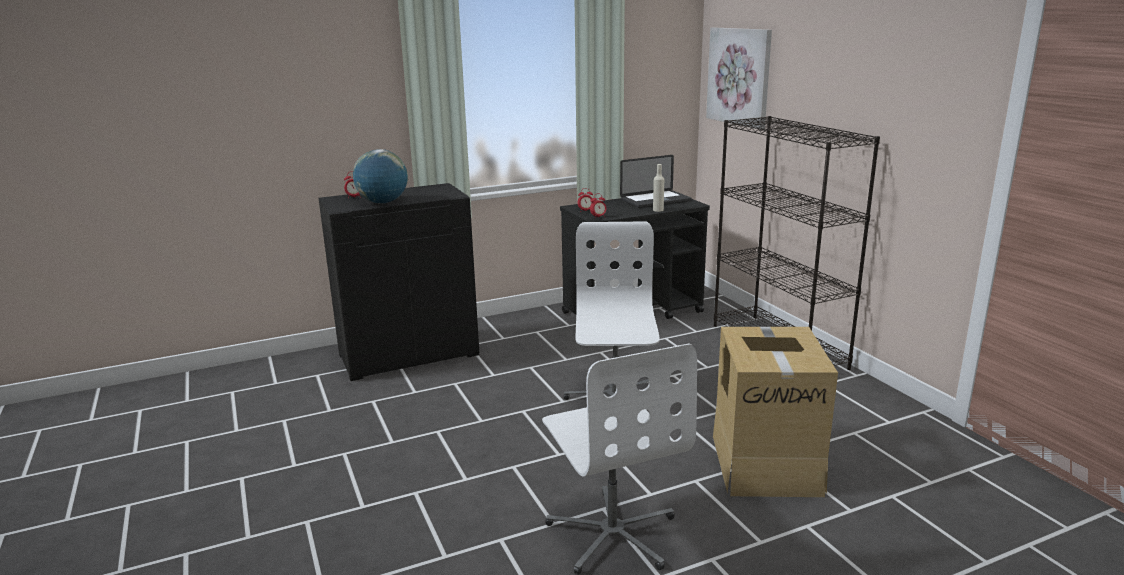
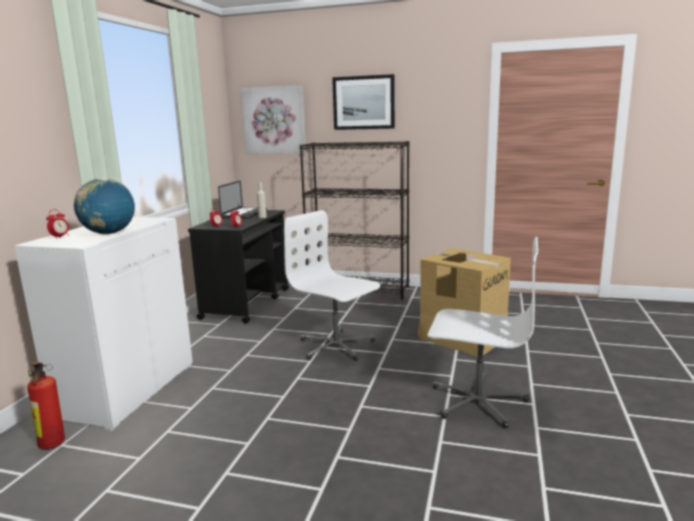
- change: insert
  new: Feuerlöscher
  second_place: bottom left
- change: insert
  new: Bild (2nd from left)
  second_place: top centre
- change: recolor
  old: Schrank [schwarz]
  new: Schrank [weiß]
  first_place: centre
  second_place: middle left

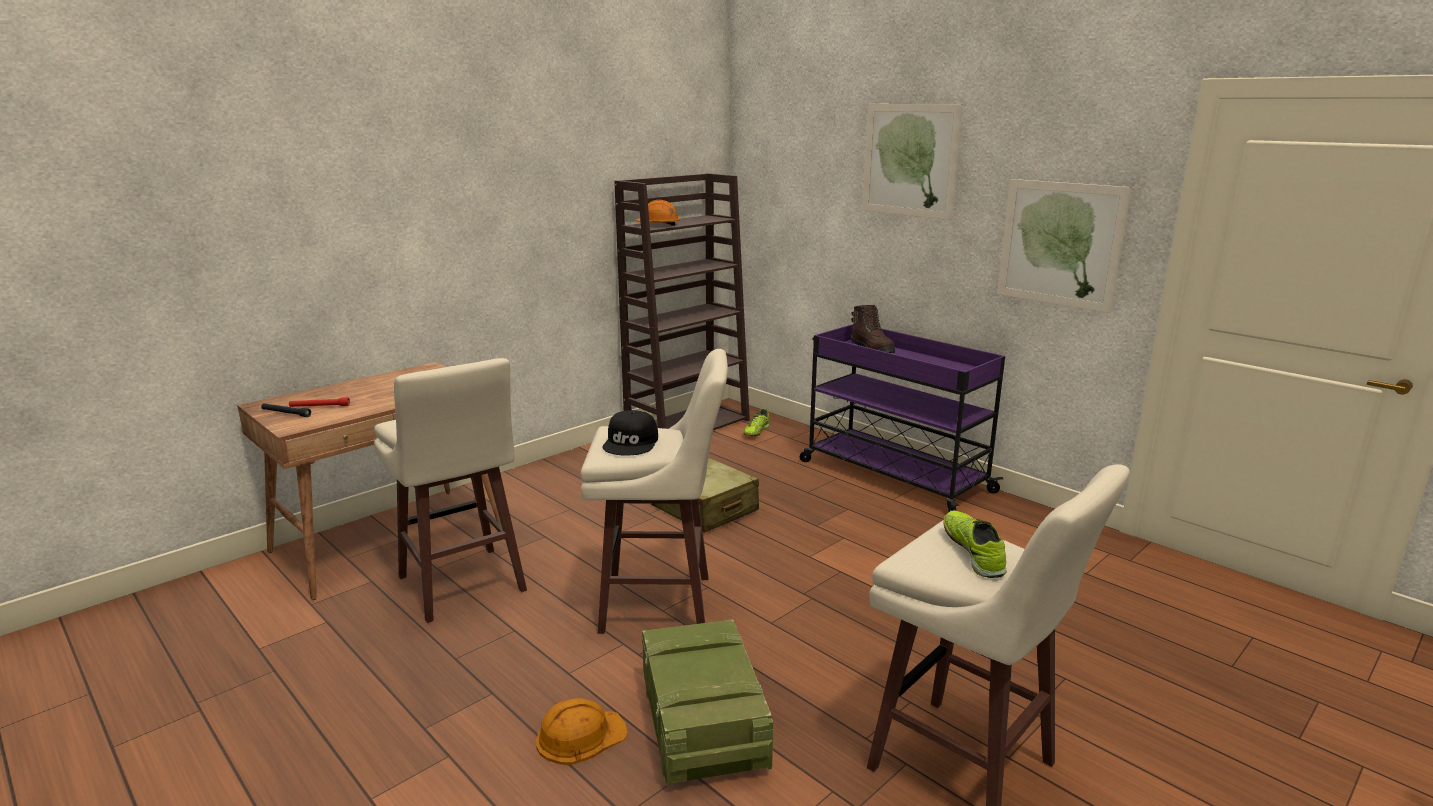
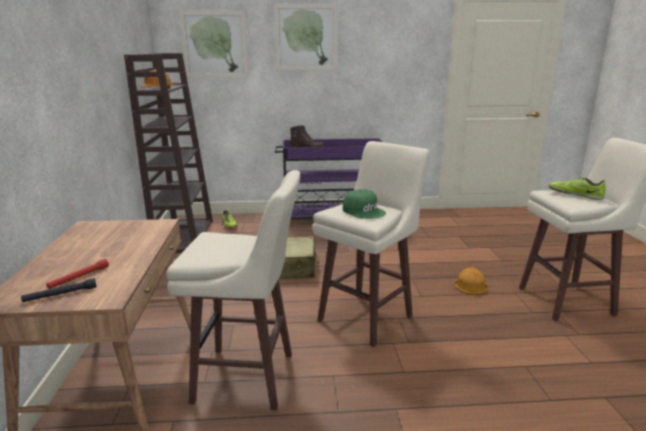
- change: delete
  old: Kiste
  first_place: bottom centre
- change: move
  old: Schutzhelm [orange] (1st from left in the first image)
  new: Schutzhelm [orange] (2nd from left)
  first_place: bottom centre
  second_place: middle right
- change: move
  old: Bild (2nd from left in the first image)
  new: Bild (1st from left)
  first_place: top right
  second_place: top left
- change: recolor
  old: Kappe [schwarz]
  new: Kappe [grün]
  first_place: centre
  second_place: centre

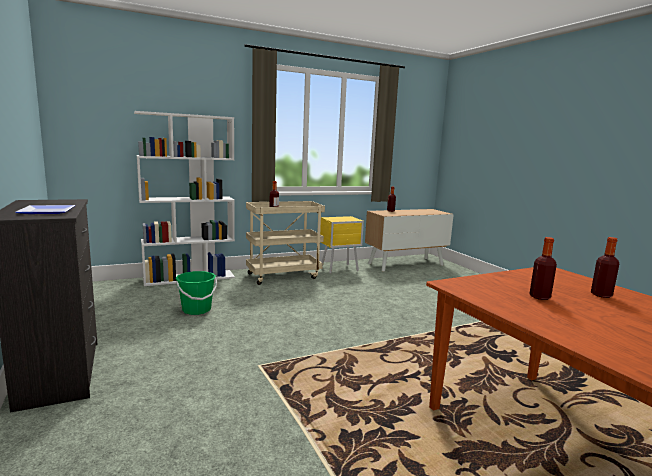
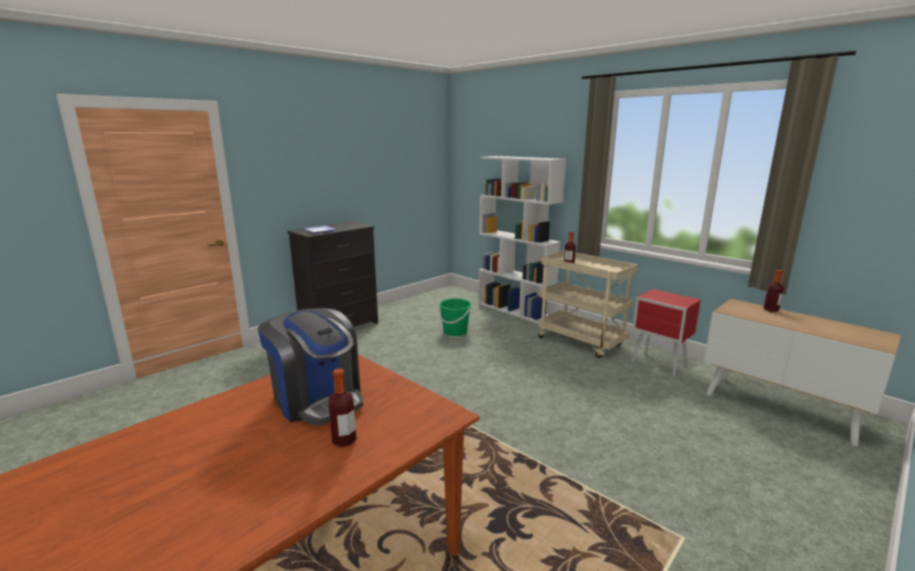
- change: replace
  old: Flasche (3rd from left)
  new: Kaffeemaschine
  first_place: middle right
  second_place: centre
- change: recolor
  old: Nachttisch [gelb]
  new: Nachttisch [rot]
  first_place: centre
  second_place: middle right

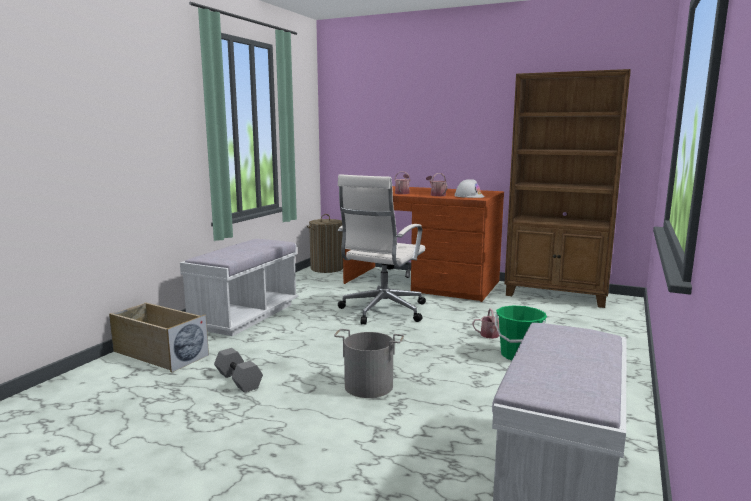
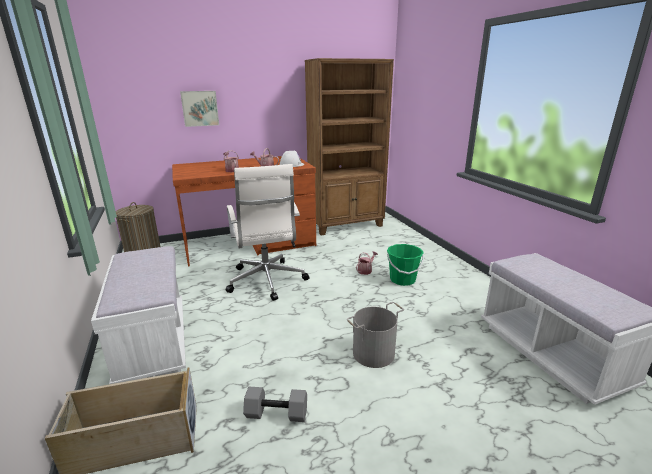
- change: insert
  new: Bild
  second_place: top left

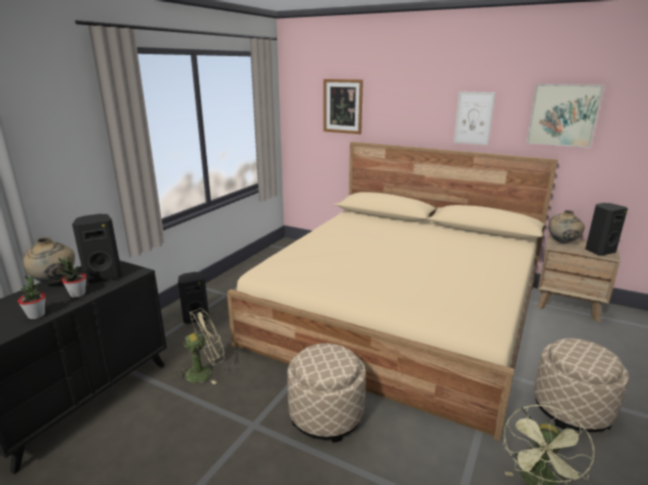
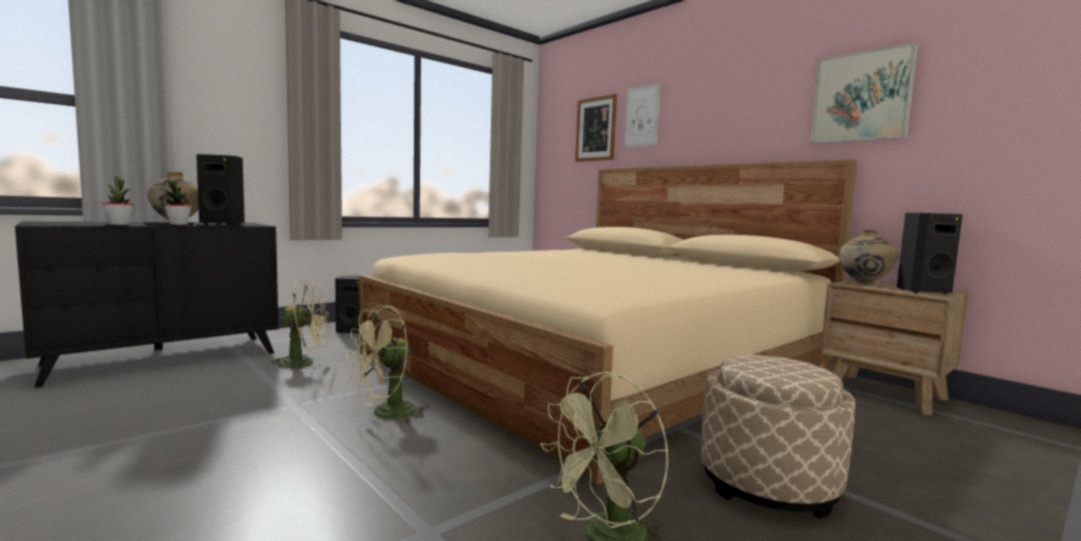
- change: move
  old: Bild (2nd from left)
  first_place: top right
  second_place: top centre
- change: replace
  old: Polsterhocker [beige] (1st from left)
  new: Ventilator [beige] (2nd from left)
  first_place: bottom centre
  second_place: bottom centre

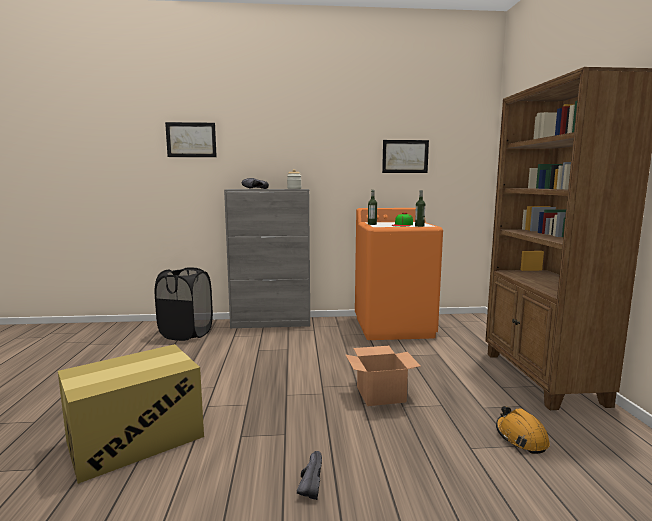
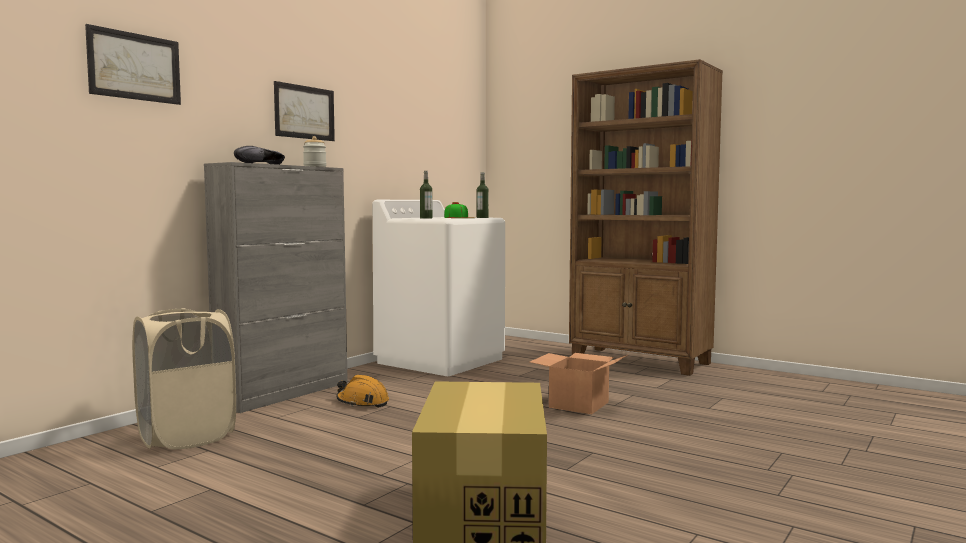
- change: delete
  old: Schuh [schwarz] (2nd from left)
  first_place: bottom centre
- change: move
  old: Bild (2nd from left)
  first_place: top centre
  second_place: top left
- change: move
  old: Schutzhelm [orange]
  first_place: bottom right
  second_place: bottom centre
- change: recolor
  old: Wäschekorb [schwarz]
  new: Wäschekorb [beige]
  first_place: middle left
  second_place: bottom left
- change: recolor
  old: Waschmaschine [orange]
  new: Waschmaschine [weiß]
  first_place: centre
  second_place: centre

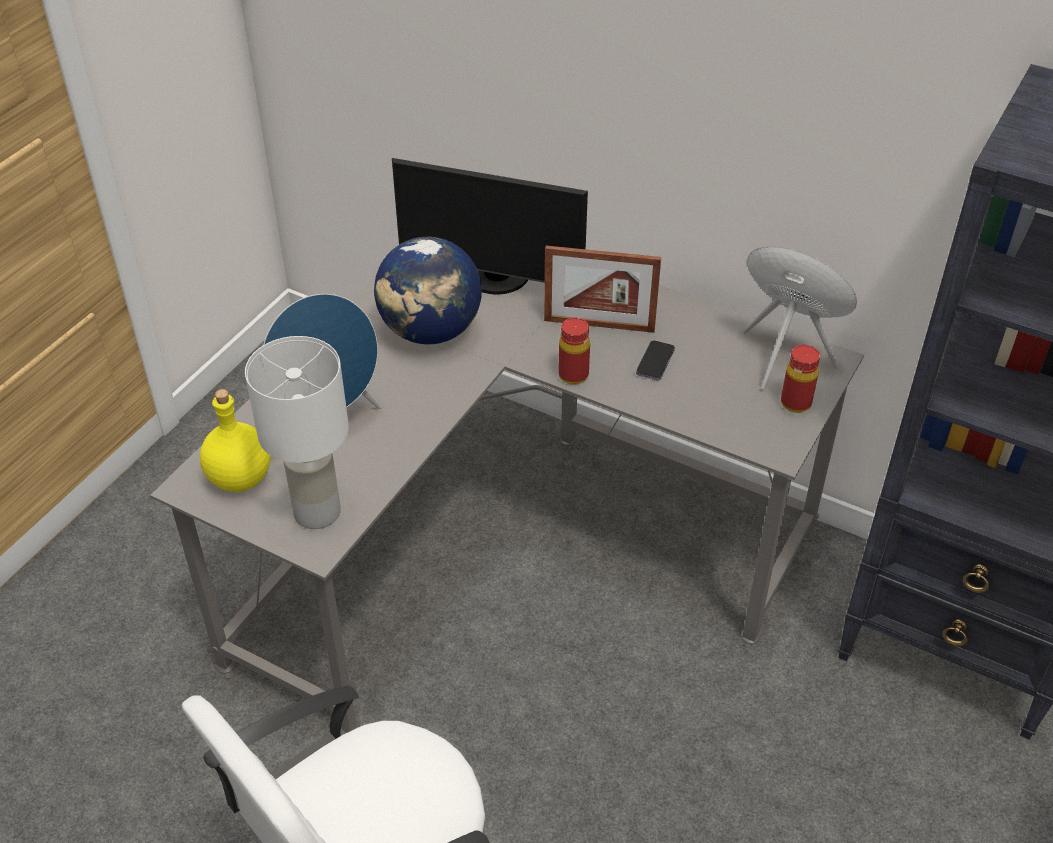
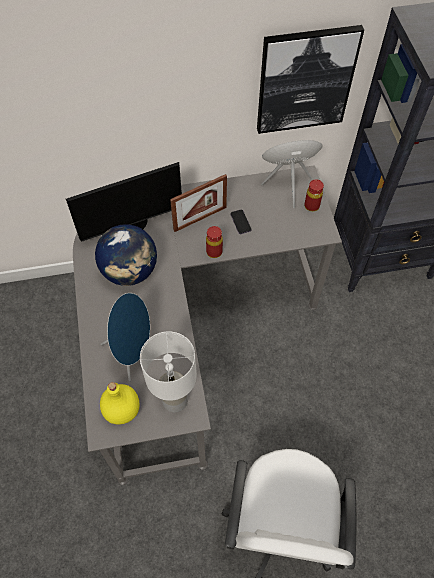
- change: insert
  new: Bild
  second_place: top right

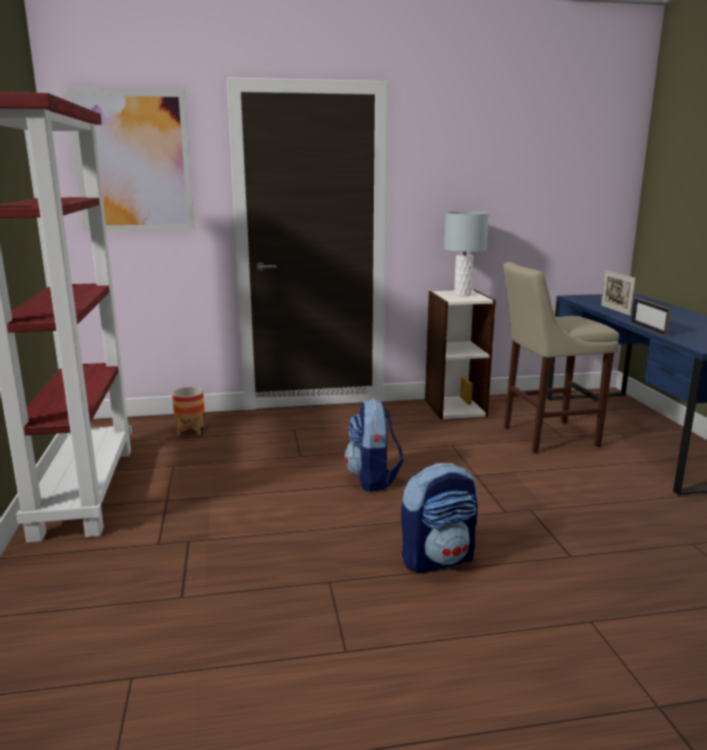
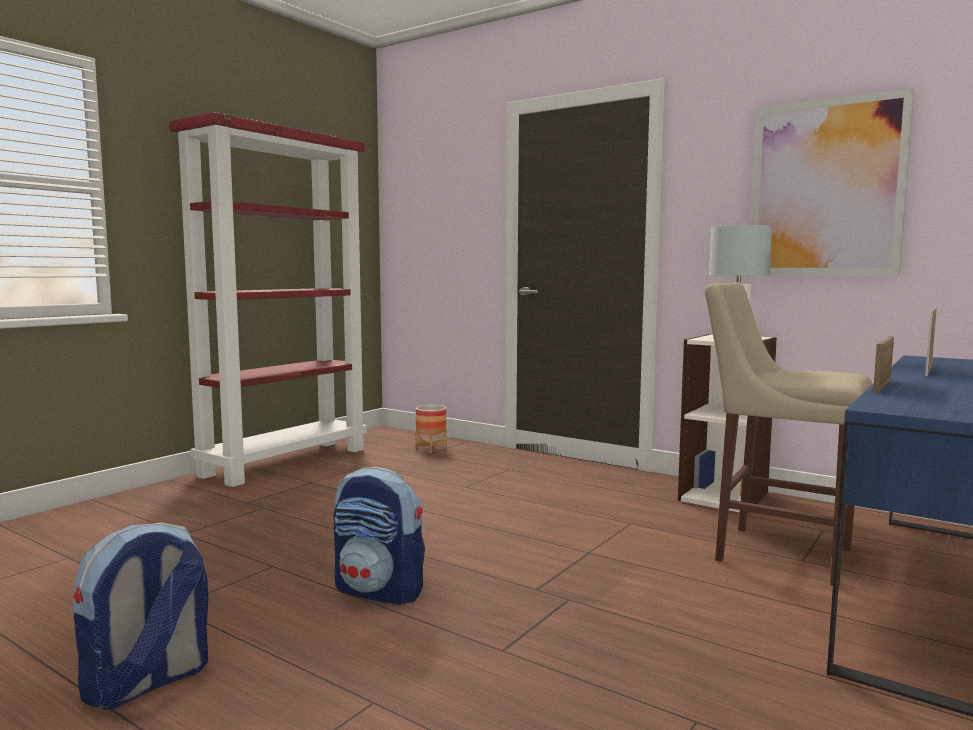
- change: move
  old: Bild
  first_place: top left
  second_place: top right
- change: move
  old: Rucksack (1st from left)
  first_place: centre
  second_place: bottom left

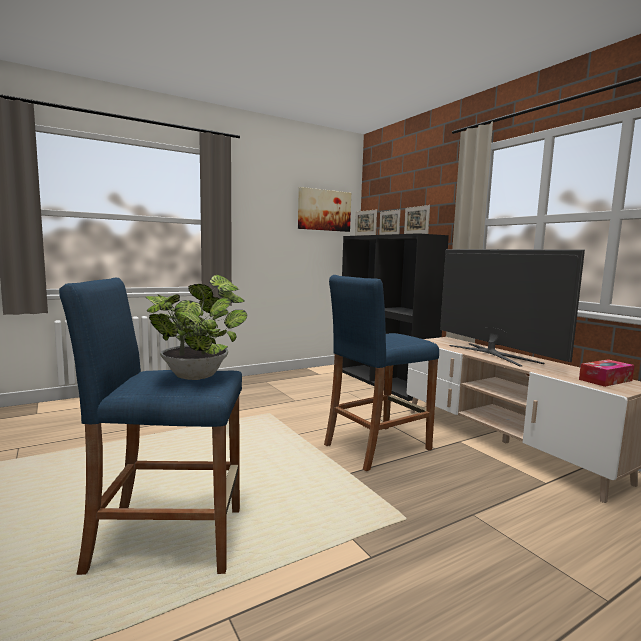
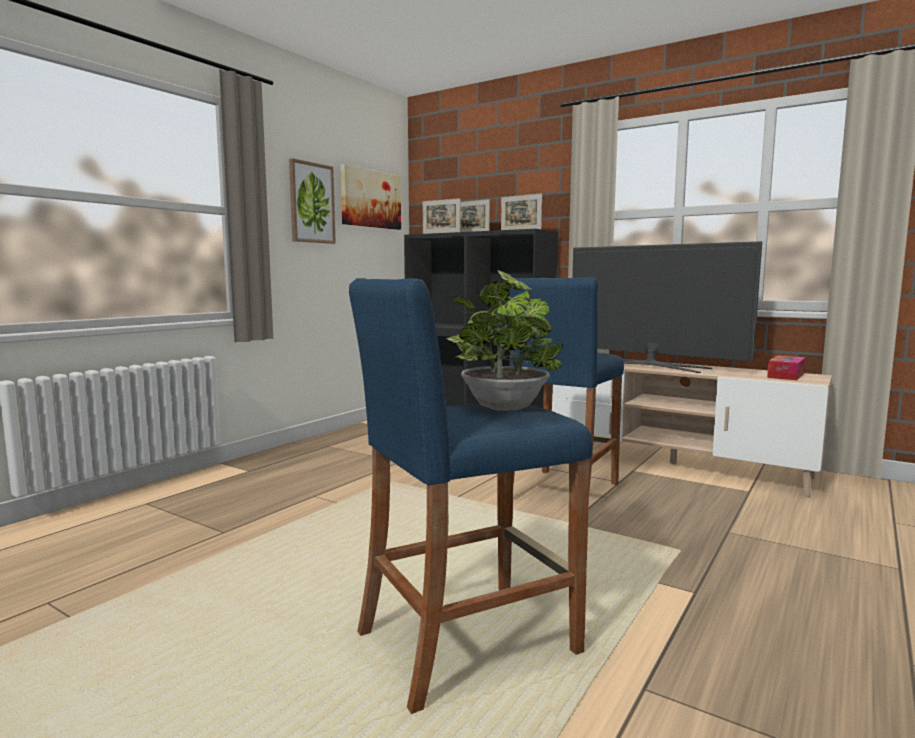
- change: insert
  new: Bild (1st from left)
  second_place: top centre

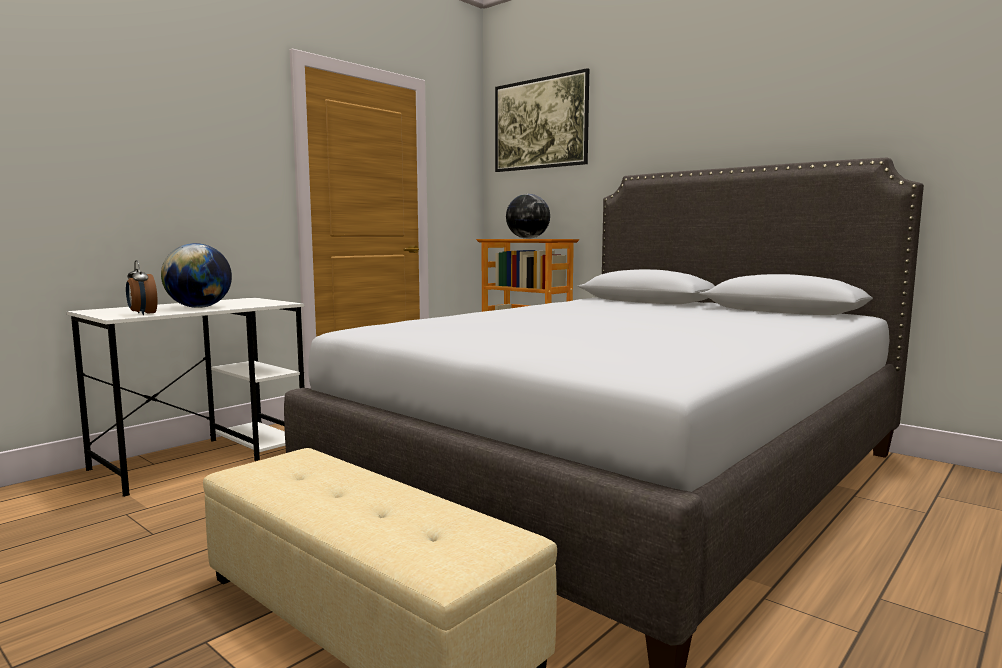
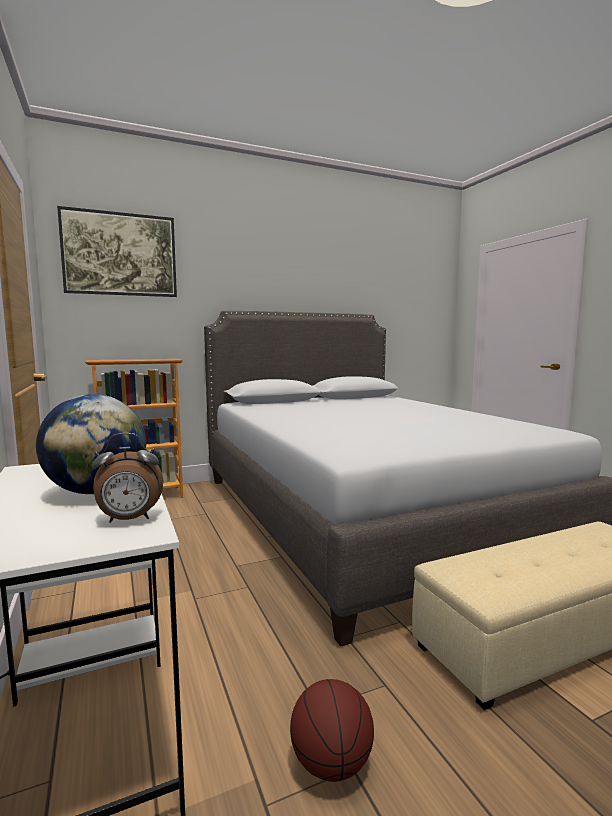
- change: delete
  old: Globus (2nd from left)
  first_place: top centre
- change: insert
  new: Basketball
  second_place: bottom centre

